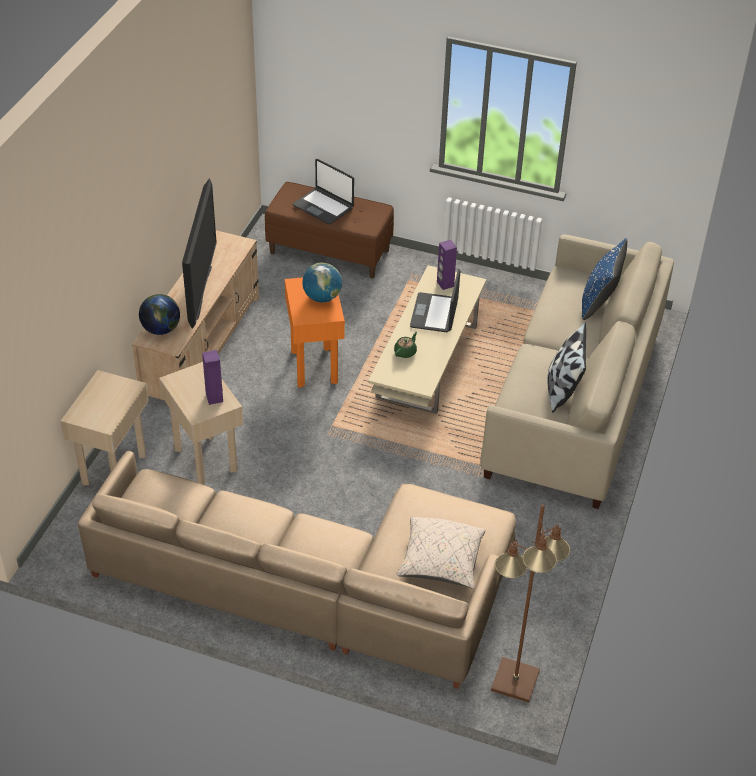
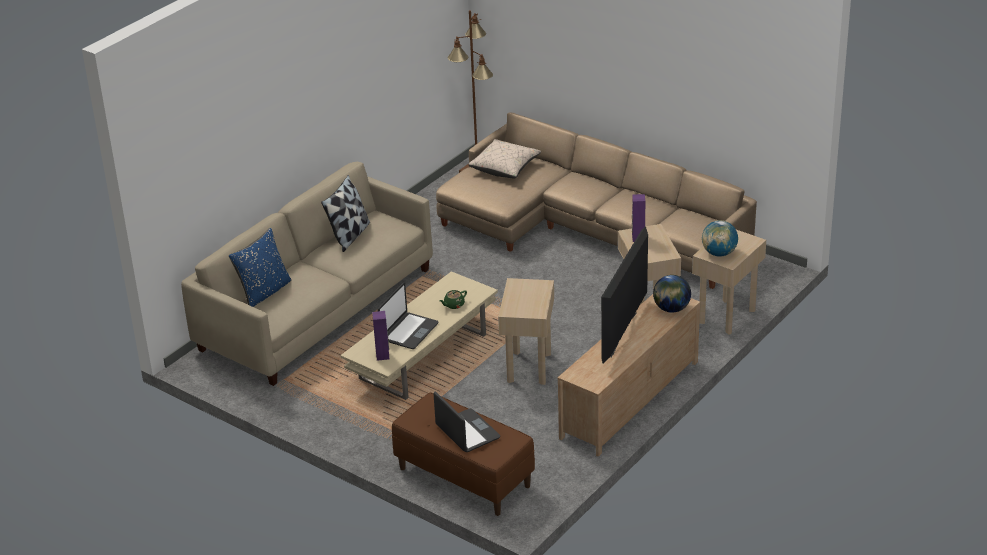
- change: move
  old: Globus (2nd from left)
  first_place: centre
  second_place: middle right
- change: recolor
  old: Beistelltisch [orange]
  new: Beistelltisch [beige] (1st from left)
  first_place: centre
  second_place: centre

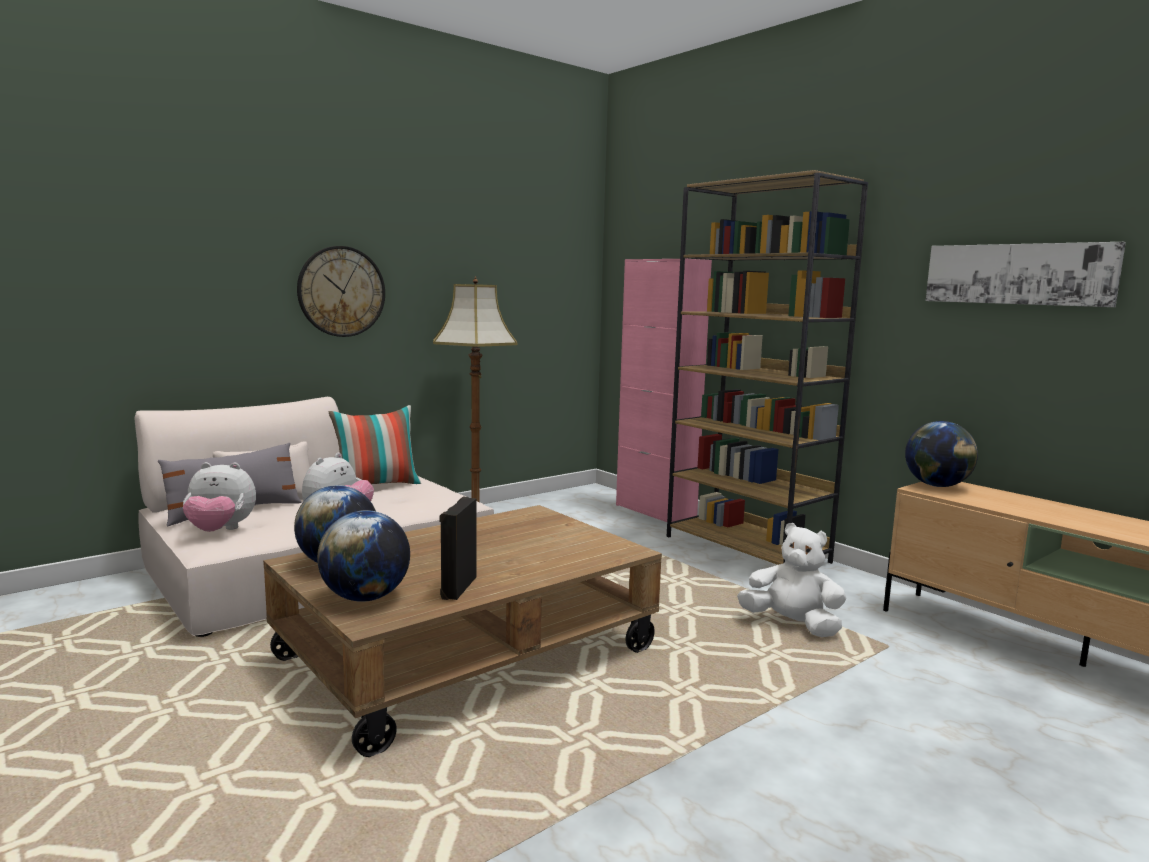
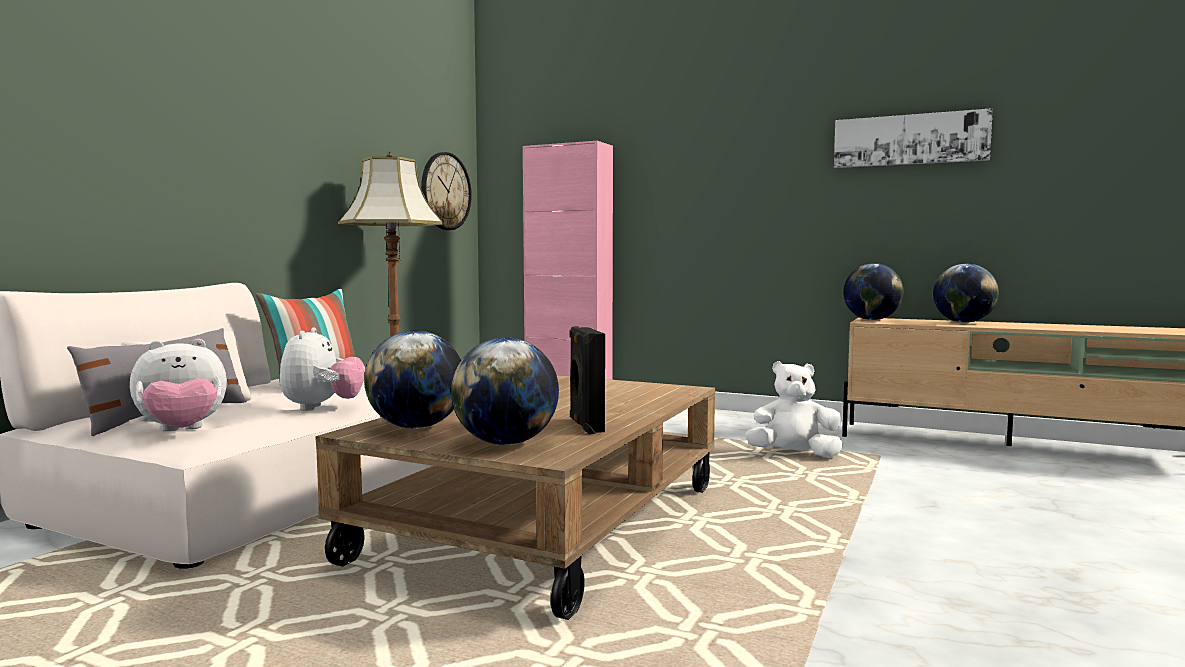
- change: delete
  old: Bücherregal [braun]
  first_place: middle right
- change: insert
  new: Globus (4th from left)
  second_place: middle right
- change: move
  old: Wanduhr
  first_place: middle left
  second_place: top centre

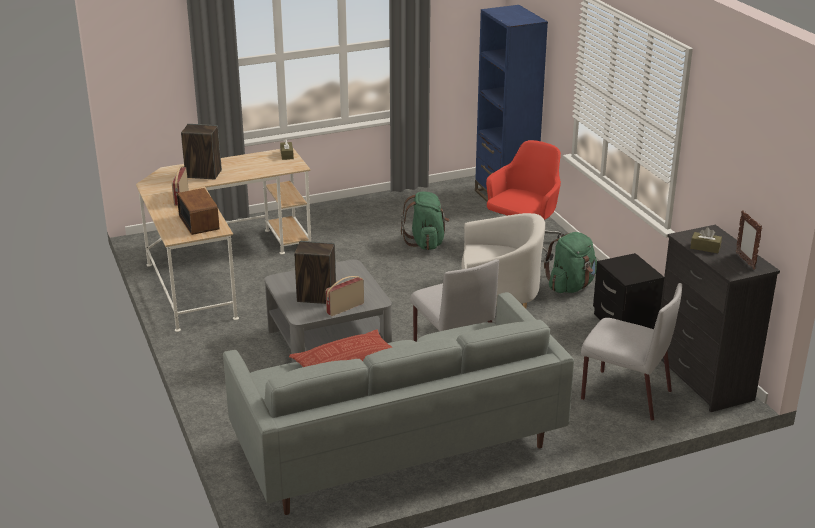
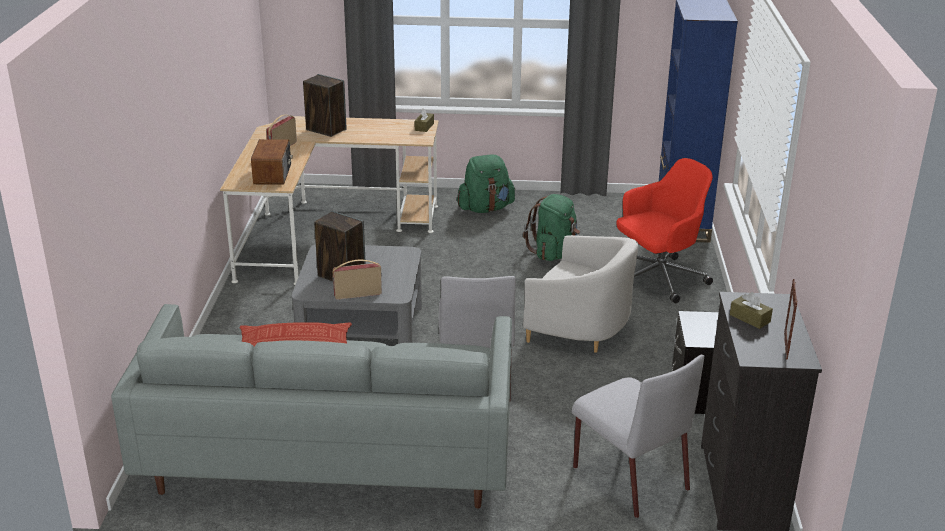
- change: move
  old: Rucksack [grün] (2nd from left in the first image)
  new: Rucksack [grün] (1st from left)
  first_place: middle right
  second_place: centre

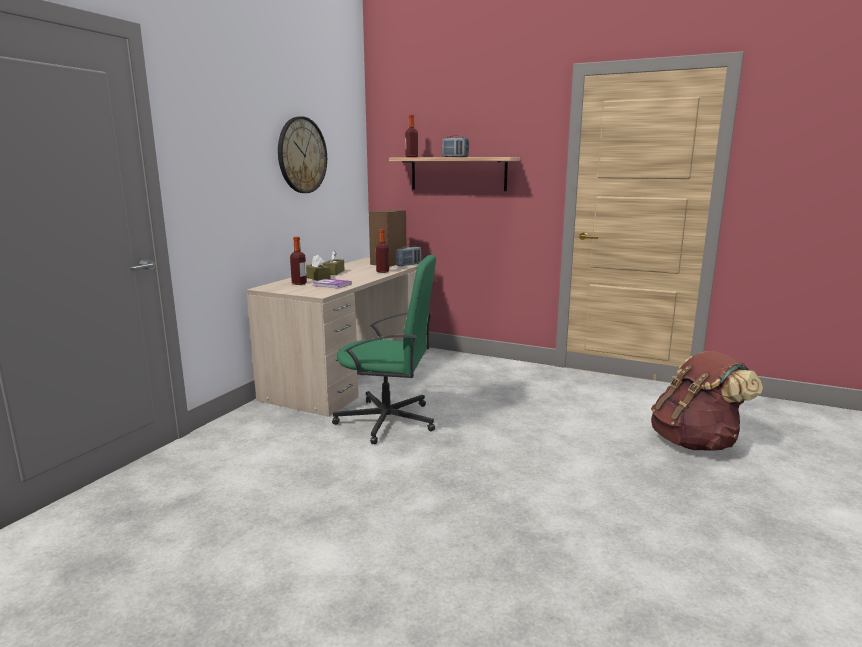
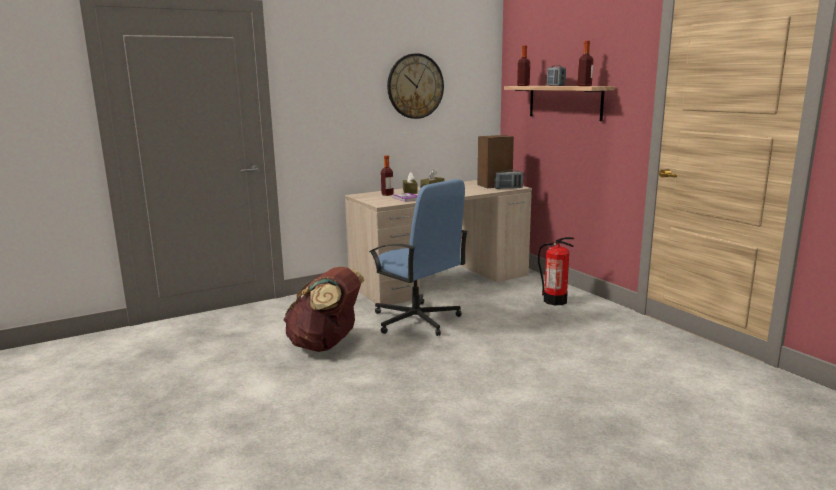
- change: insert
  new: Feuerlöscher
  second_place: centre
- change: move
  old: Flasche (2nd from left in the first image)
  new: Flasche (3rd from left)
  first_place: centre
  second_place: top right
- change: move
  old: Rucksack [braun]
  first_place: middle right
  second_place: centre
- change: recolor
  old: Bürostuhl [grün]
  new: Bürostuhl [blau]
  first_place: centre
  second_place: centre

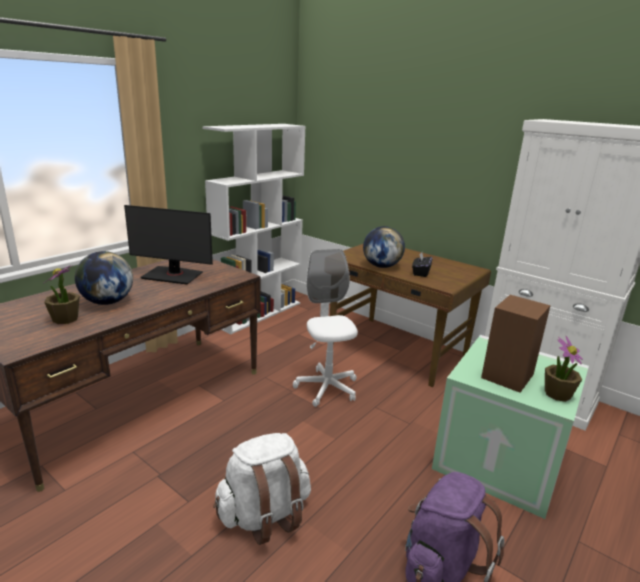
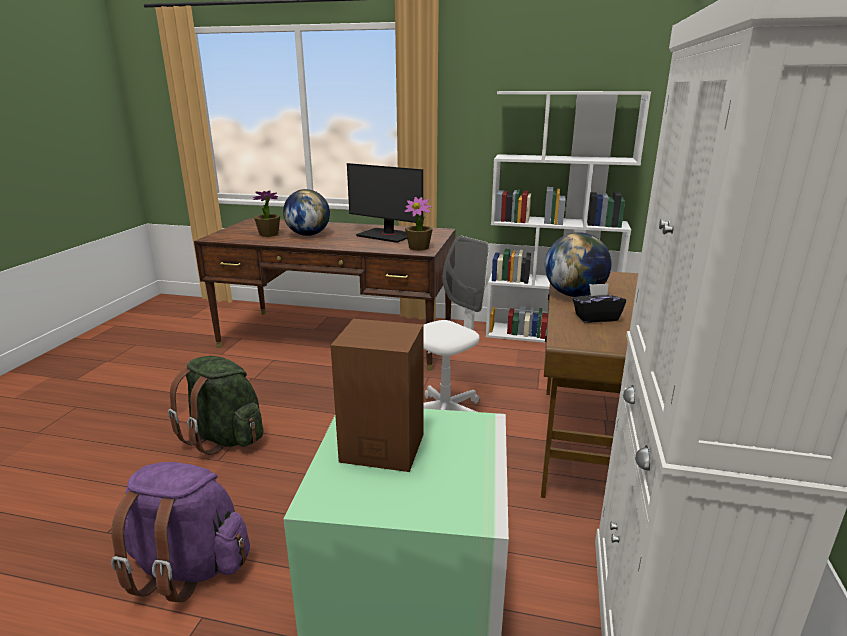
- change: move
  old: Topfpflanze (2nd from left)
  first_place: middle right
  second_place: centre
- change: recolor
  old: Rucksack [weiß]
  new: Rucksack [grün]
  first_place: bottom centre
  second_place: middle left
- change: rotate
  old: Monitor
  first_place: middle left
  second_place: top centre
  degrees: -45

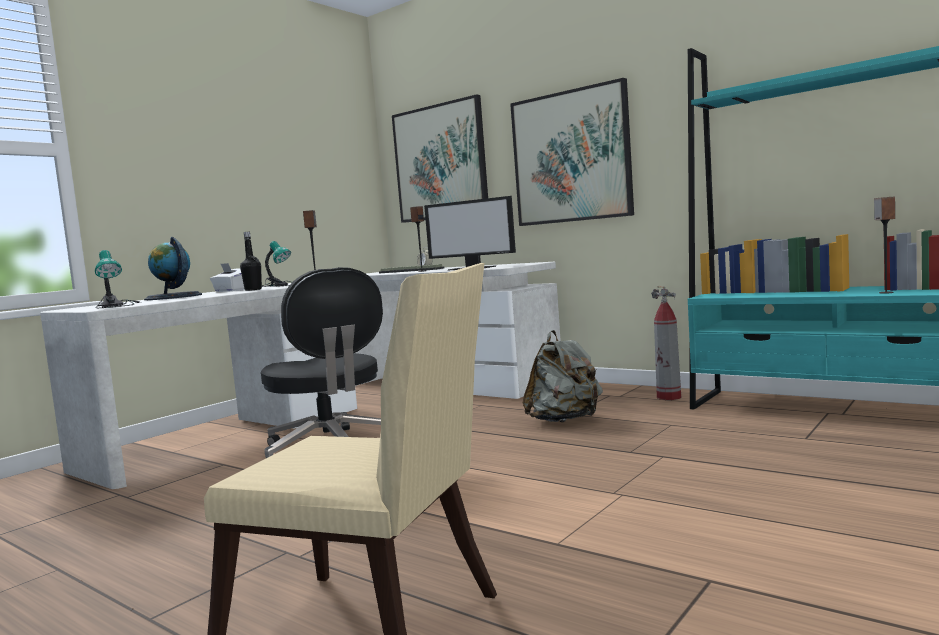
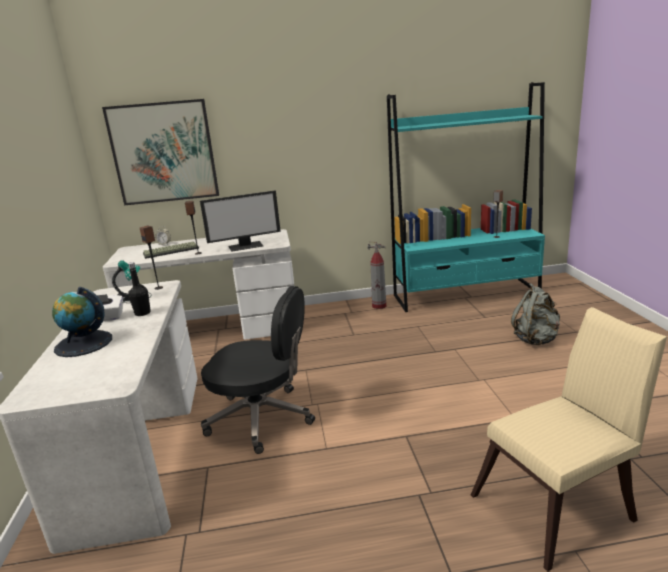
- change: delete
  old: Tischlampe (1st from left)
  first_place: middle left
- change: delete
  old: Bild (2nd from left)
  first_place: top centre
- change: move
  old: Rucksack [grau]
  first_place: centre
  second_place: middle right

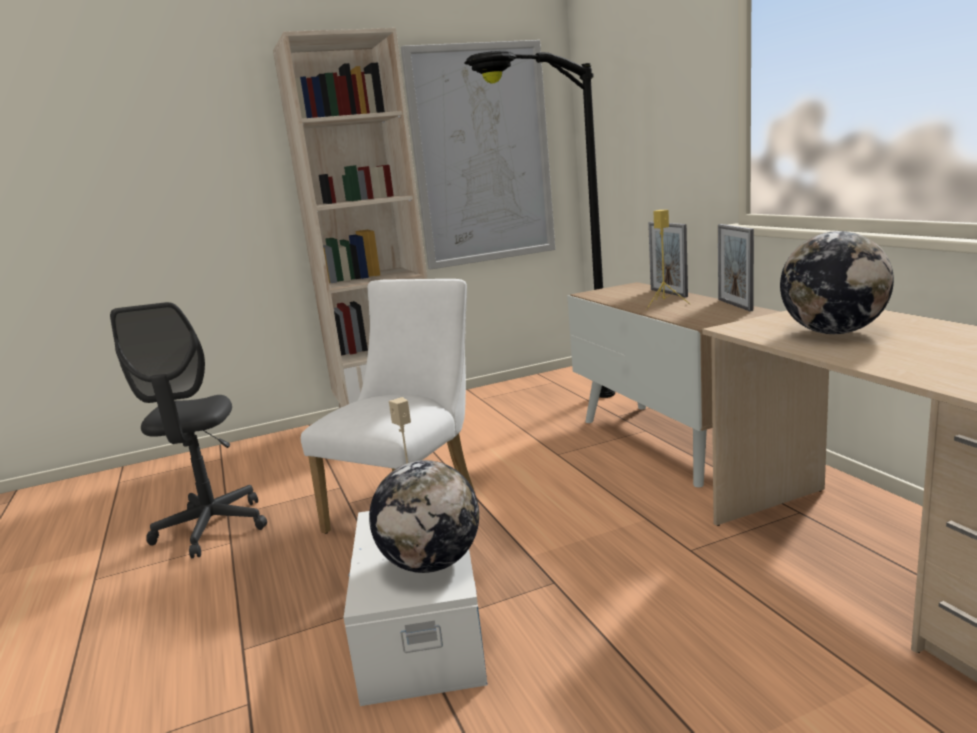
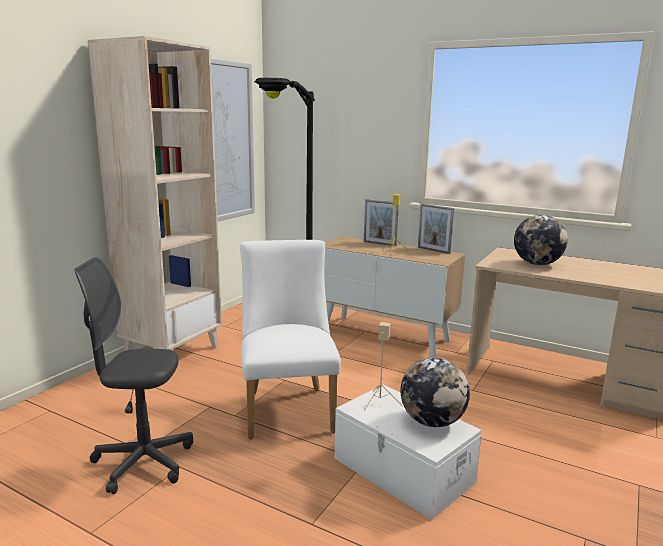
- change: rotate
  old: Bürostuhl [grau]
  first_place: middle left
  second_place: bottom left
  degrees: 135

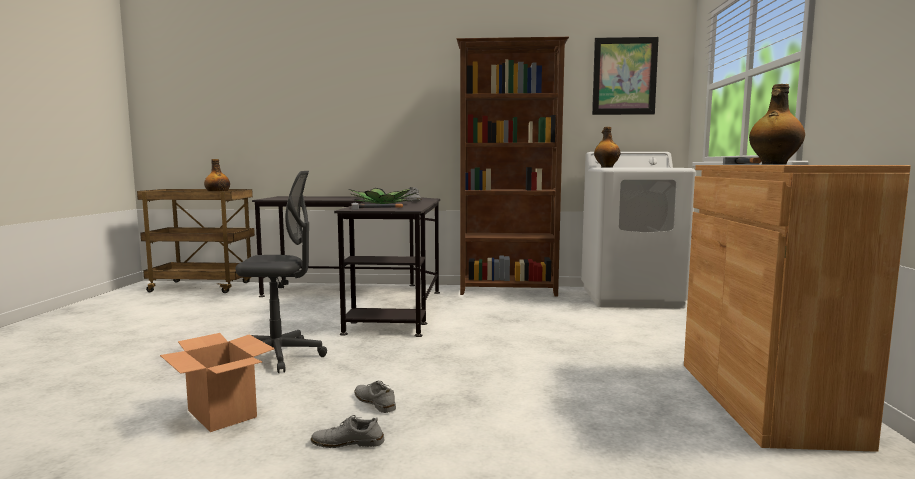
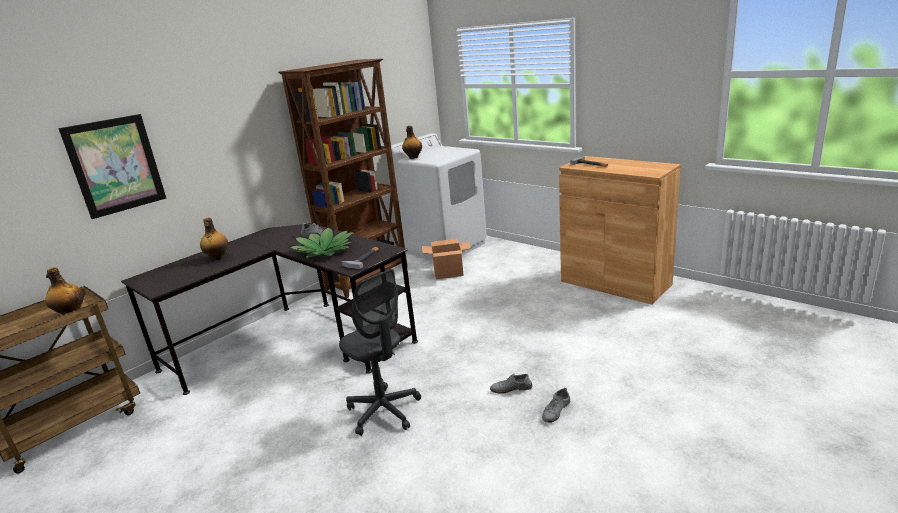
- change: move
  old: Karton
  first_place: bottom left
  second_place: centre
- change: move
  old: Bild
  first_place: top right
  second_place: top left
- change: move
  old: Flasche (3rd from left in the first image)
  new: Flasche (2nd from left)
  first_place: top right
  second_place: middle left
- change: rotate
  old: Bürostuhl [grau]
  first_place: middle left
  second_place: bottom centre
  degrees: 105

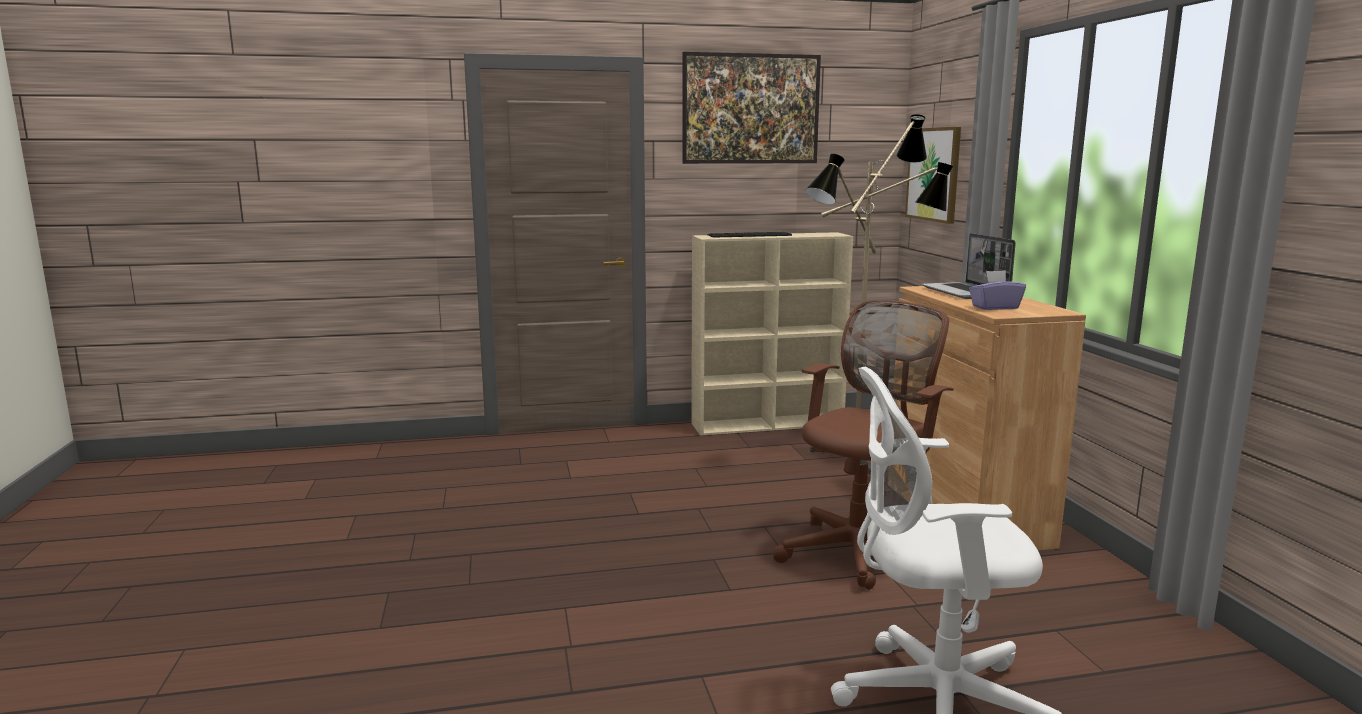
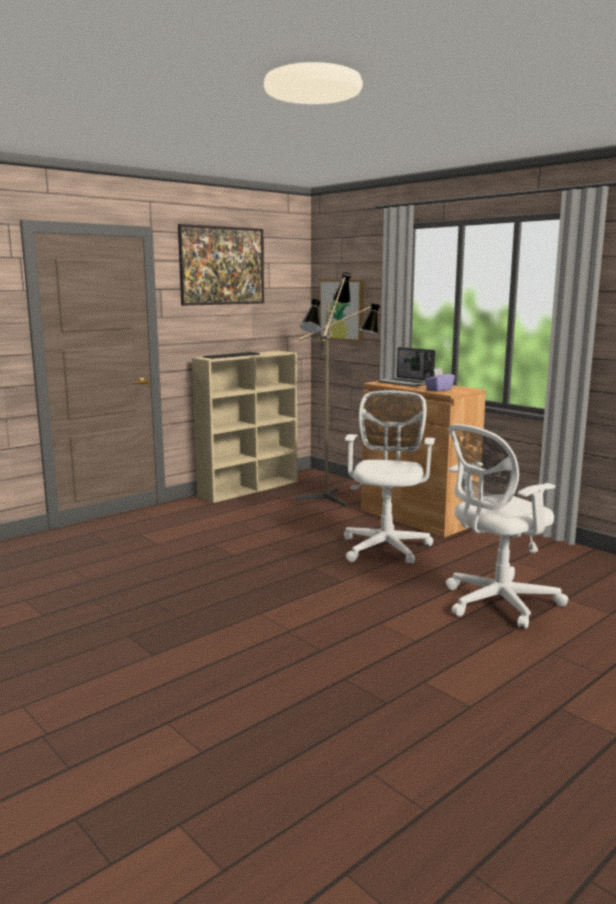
- change: recolor
  old: Bürostuhl [braun]
  new: Bürostuhl [weiß] (1st from left)
  first_place: centre
  second_place: centre

